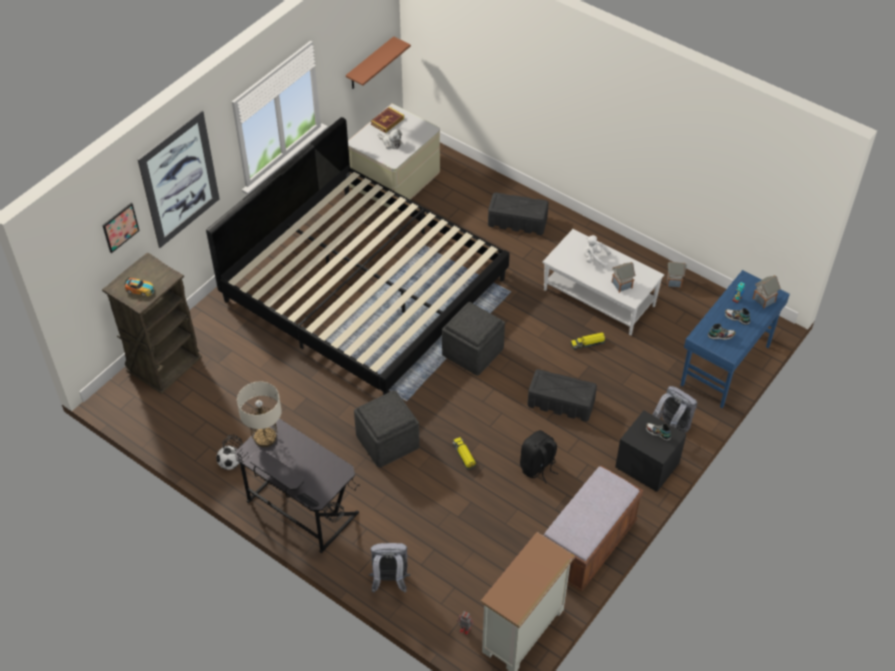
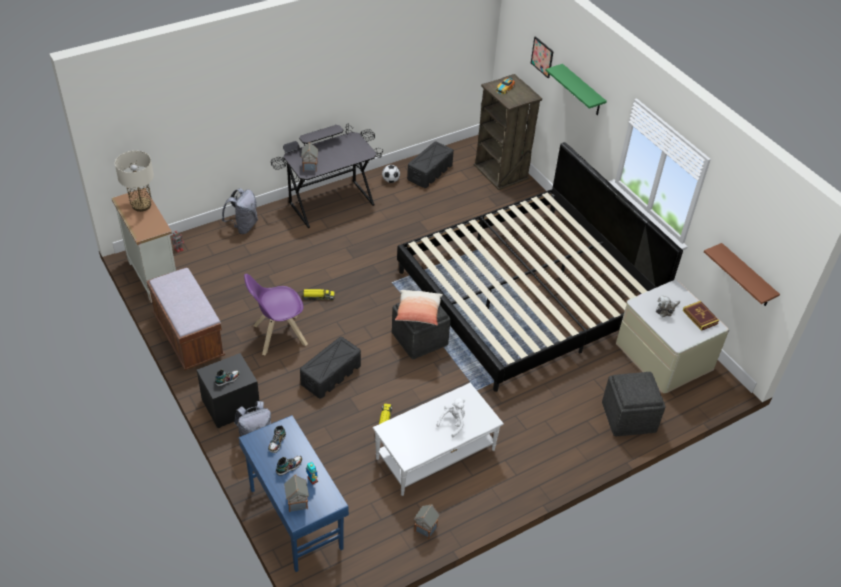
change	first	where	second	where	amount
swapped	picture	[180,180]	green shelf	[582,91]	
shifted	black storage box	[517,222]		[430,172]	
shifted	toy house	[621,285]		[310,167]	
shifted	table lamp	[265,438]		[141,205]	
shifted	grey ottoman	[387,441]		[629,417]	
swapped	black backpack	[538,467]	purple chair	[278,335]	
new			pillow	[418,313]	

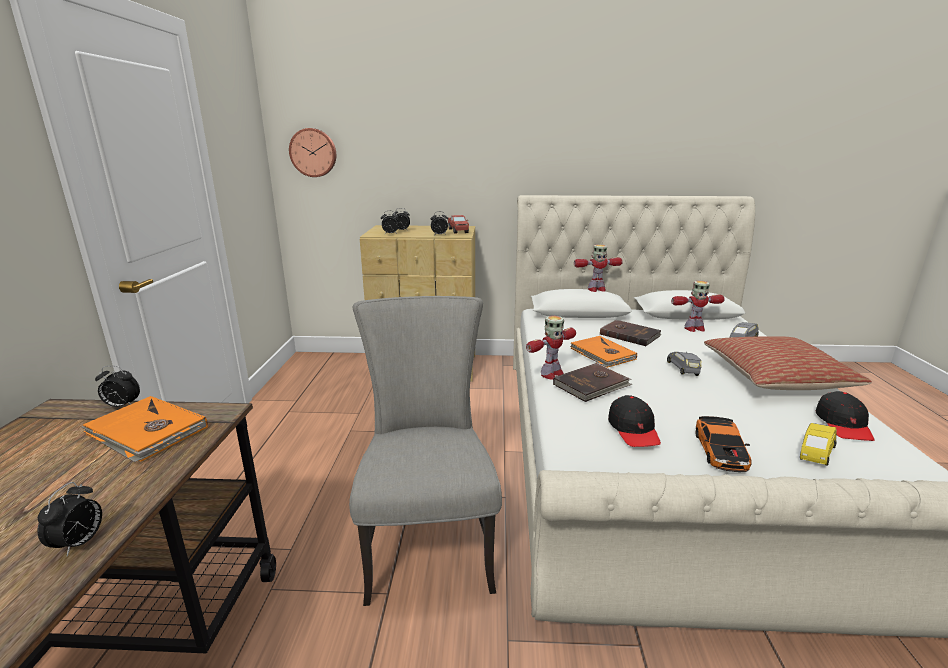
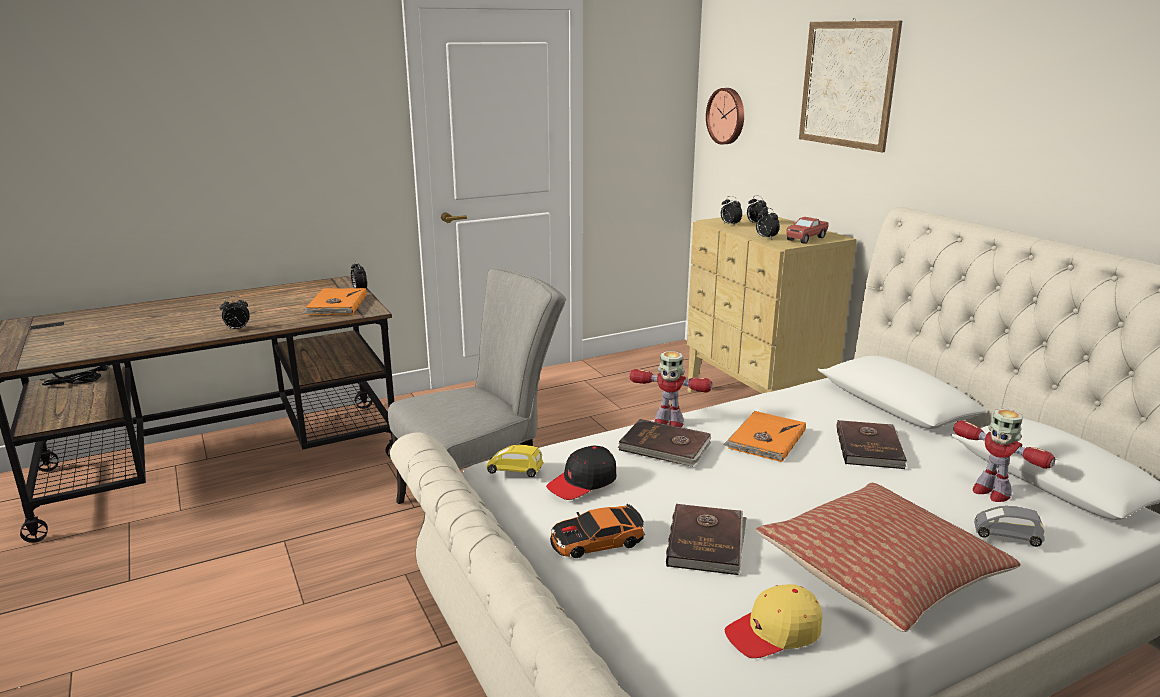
change	first	where	second	where	amount
gone	toy robot	[596,289]			
gone	grey toy car	[683,370]			
repainted	black cap	[843,424]	yellow cap	[774,632]	
shifted	yellow toy car	[815,454]		[515,472]	
new			picture	[848,83]	
new			brown book	[707,542]	

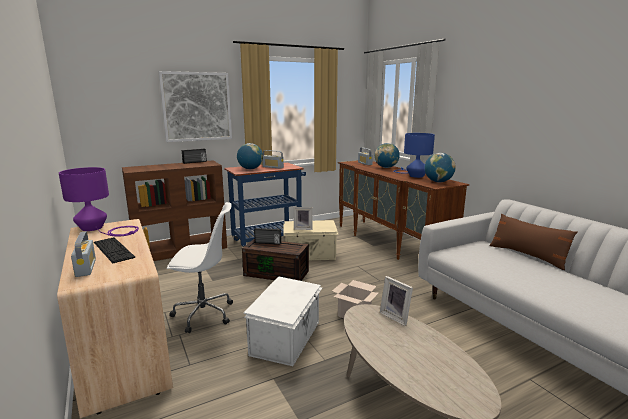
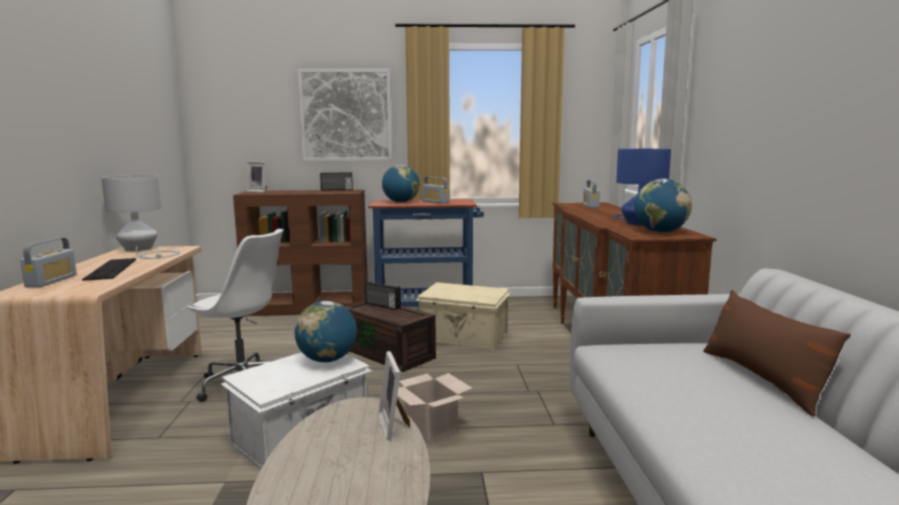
change	first	where	second	where	amount
shifted	globe	[386,167]		[327,360]	
repainted	purple table lamp	[104,229]	white table lamp	[146,251]	
shifted	picture frame	[303,228]		[259,191]	

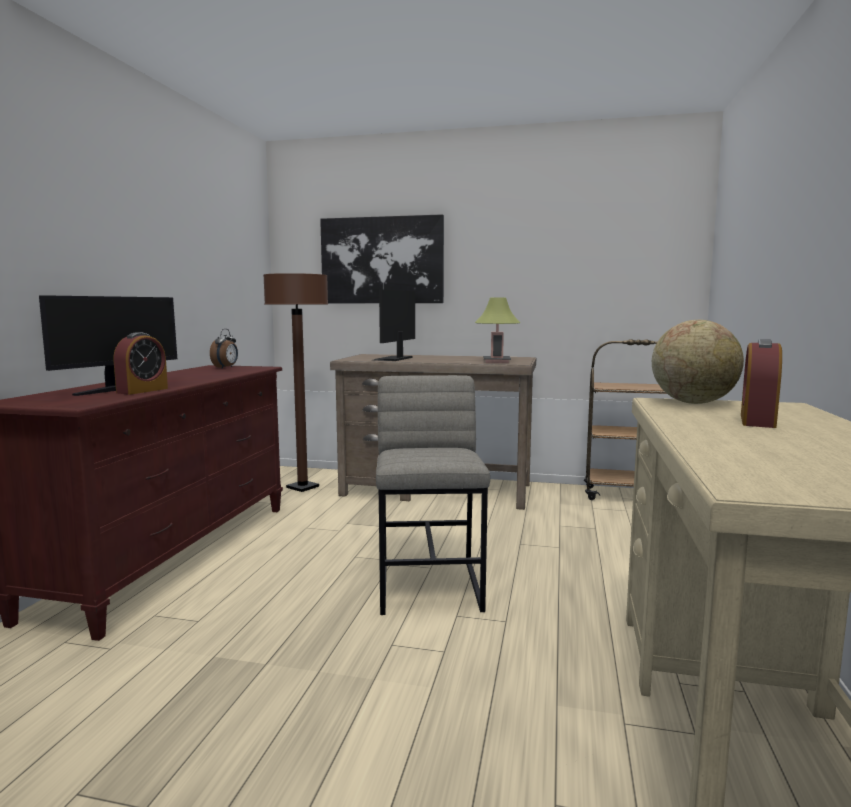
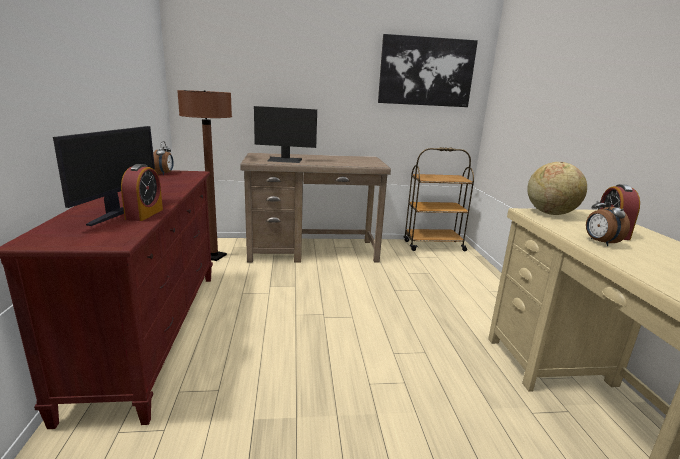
change	first	where	second	where	amount
shifted	picture	[382,260]		[426,72]	
rotated	monitor	[393,359]		[284,160]	90 degrees counterclockwise
gone	table lamp	[496,361]			
gone	grey chair	[429,585]			
new			alarm clock	[600,242]	

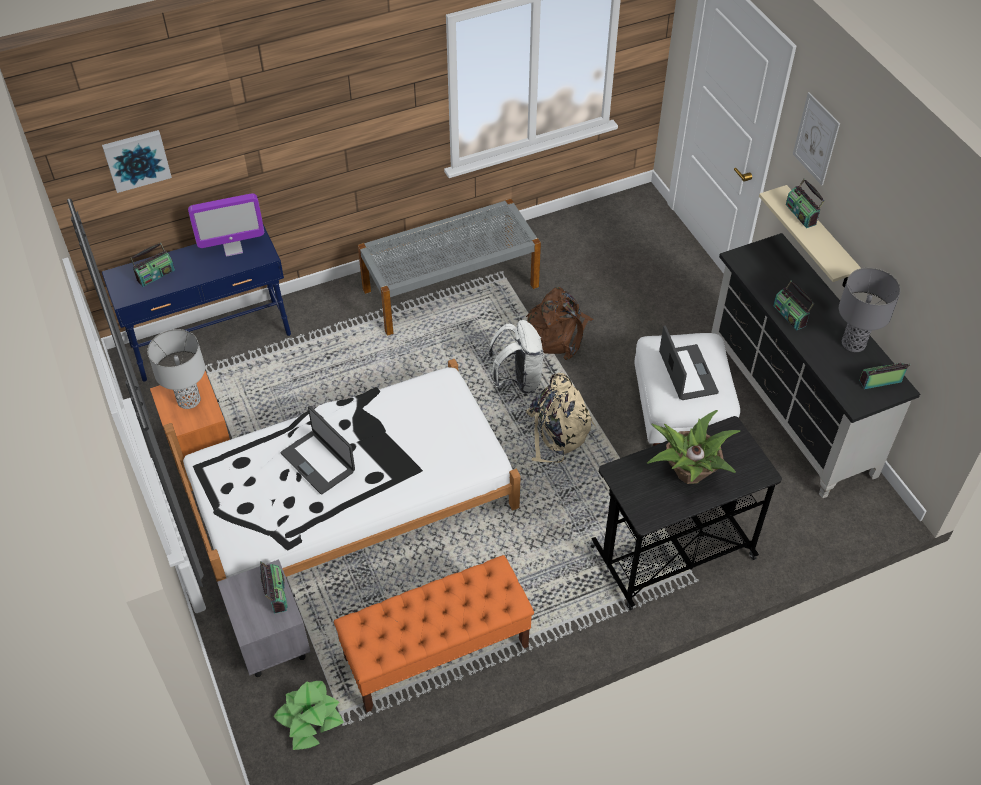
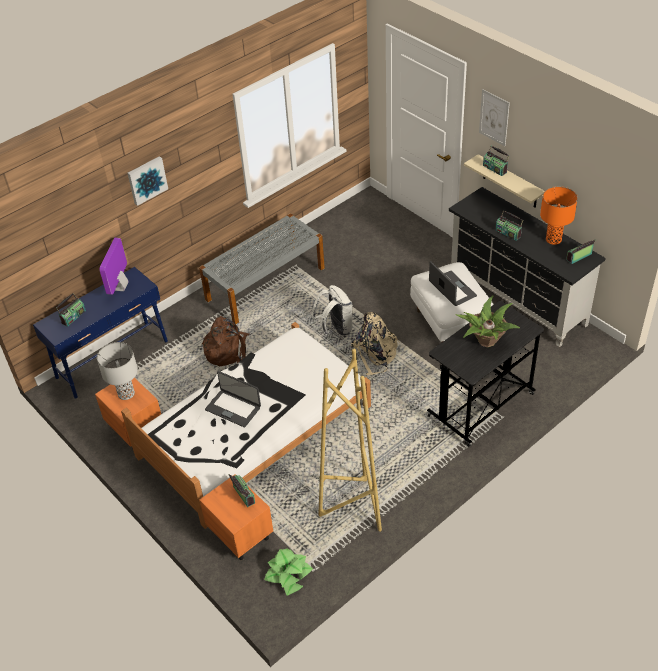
change	first	where	second	where	amount
shifted	picture	[136,159]		[146,180]	
rotated	monitor	[233,248]		[120,286]	135 degrees clockwise
repainted	grey table lamp	[854,343]	orange table lamp	[553,239]	
shifted	brown backpack	[557,334]		[227,351]	
swapped	orange bench	[436,652]	yellow clothes rack	[354,509]	
repainted	grey nightstand	[271,639]	orange nightstand	[240,534]	

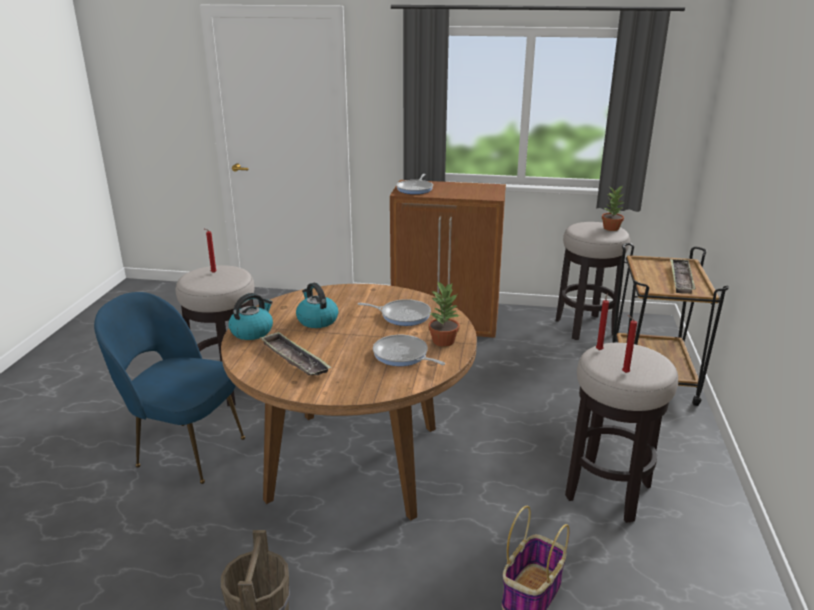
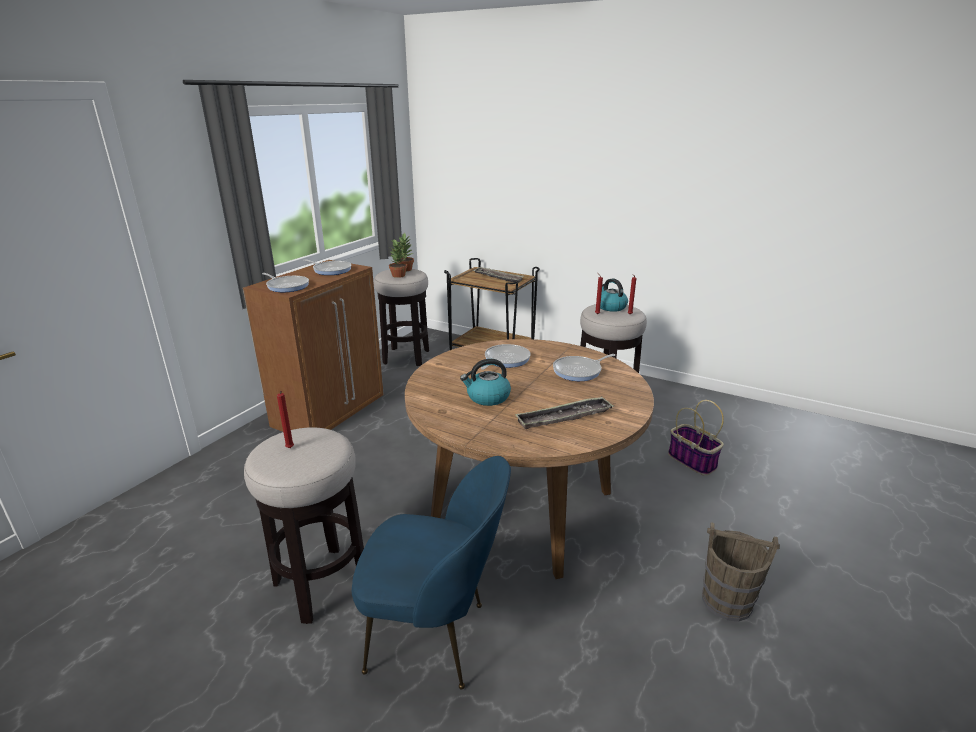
change	first	where	second	where	amount
shifted	potted plant	[443,341]		[398,275]	
rotated	blue chair	[184,450]		[436,640]	120 degrees counterclockwise
shifted	kettle	[252,331]		[610,307]	
new			frying pan	[331,270]	

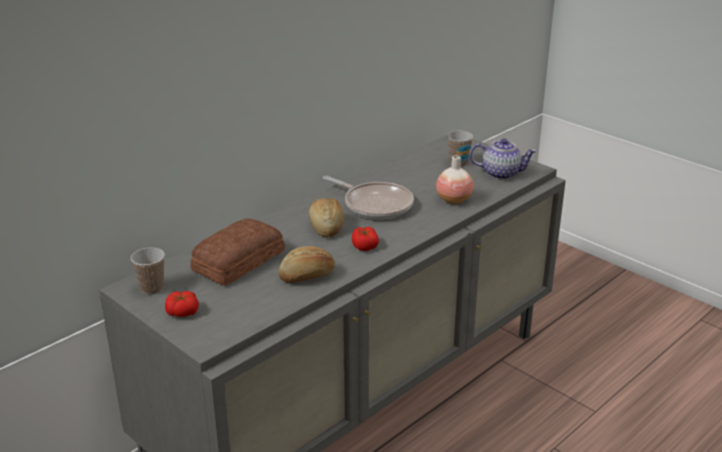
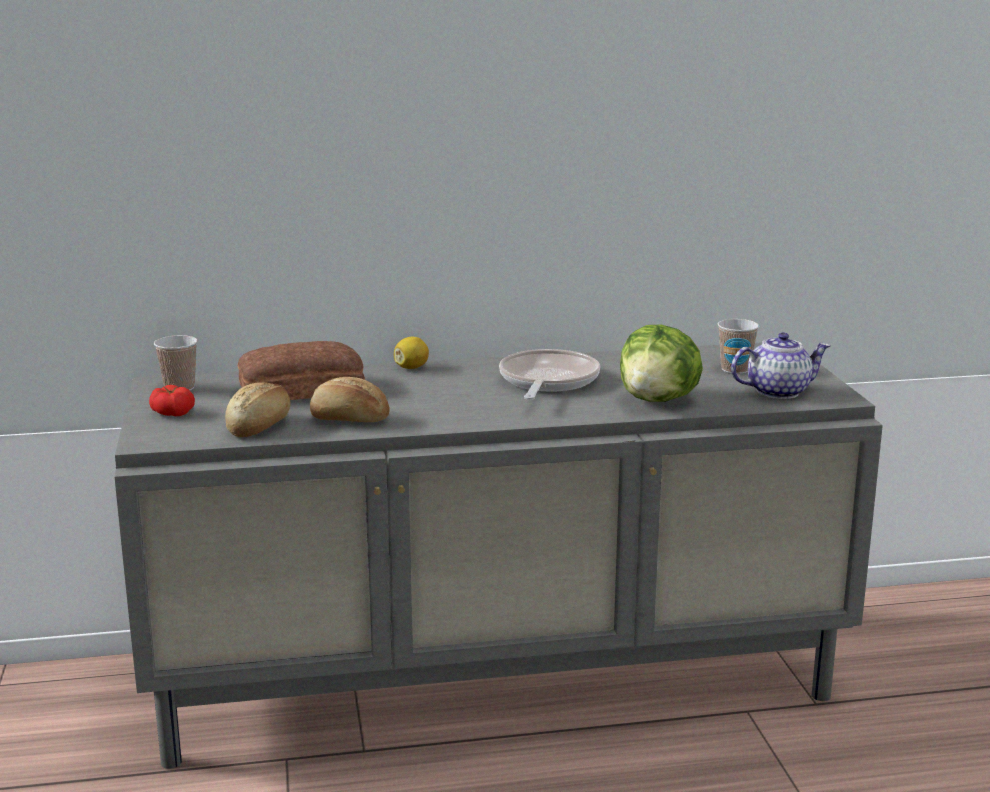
change	first	where	second	where	amount
rotated	teapot	[501,173]		[778,391]	60 degrees counterclockwise
swapped	vase	[453,200]	lettuce	[658,400]	
rotated	frying pan	[375,204]		[547,381]	150 degrees counterclockwise
shifted	bread	[326,226]		[260,426]	
gone	tomato	[364,246]			
new			lemon	[411,367]	

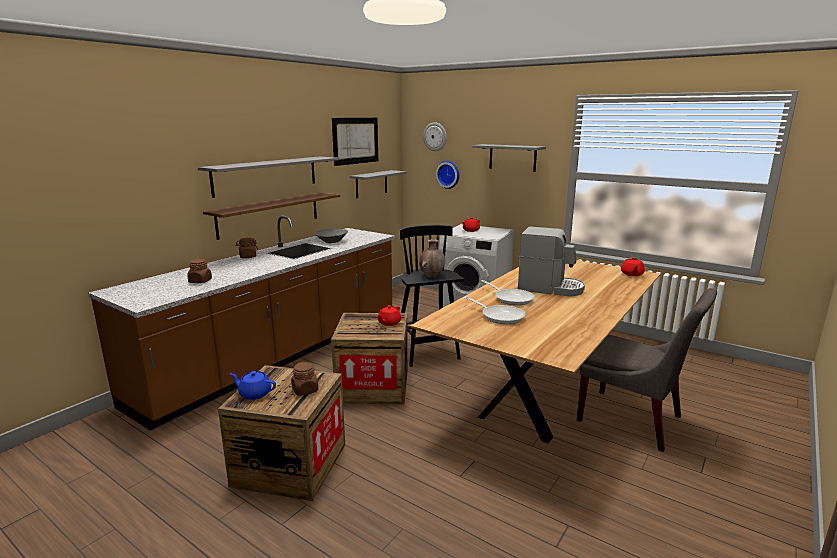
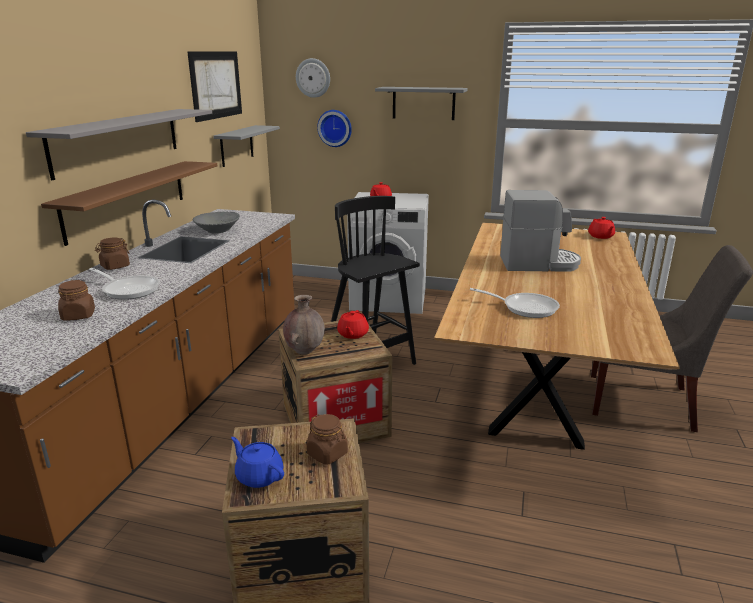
change	first	where	second	where	amount
shifted	brown vase	[432,276]		[304,351]	
shifted	frying pan	[511,298]		[129,289]	
rotated	blue teapot	[254,394]		[259,476]	45 degrees clockwise

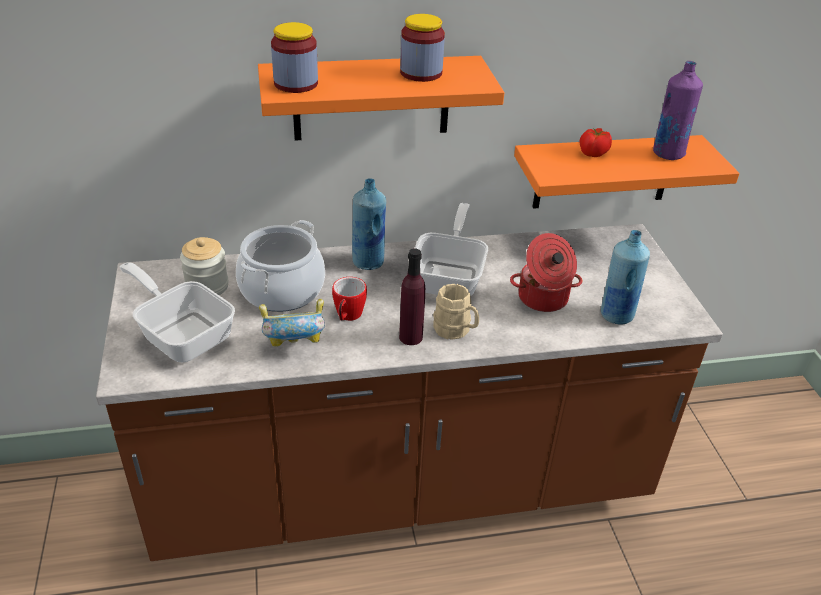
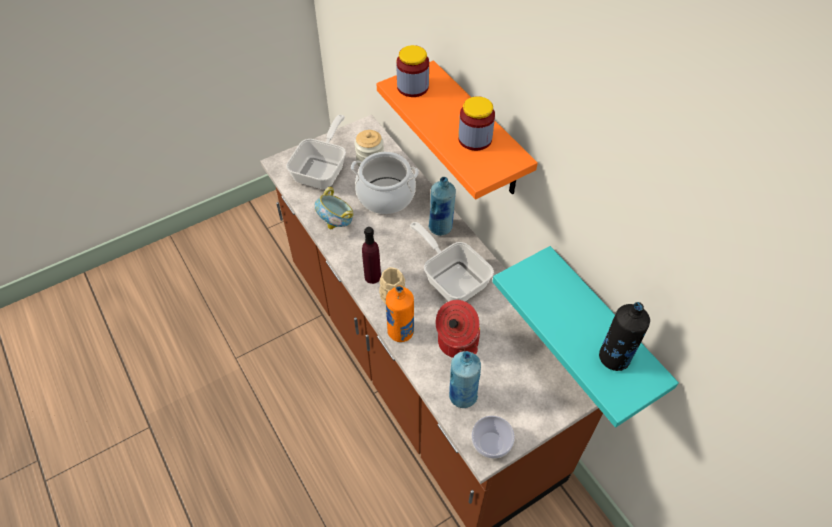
change	first	where	second	where	amount
repainted	purple bottle	[668,153]	black bottle	[614,357]	
gone	tomato	[592,154]			
repainted	orange shelf	[603,172]	turquoise shelf	[602,327]	
rotated	frying pan	[450,276]		[452,278]	120 degrees counterclockwise
gone	mug	[348,316]			
new			orange bottle	[400,332]	
new			bowl	[492,443]	

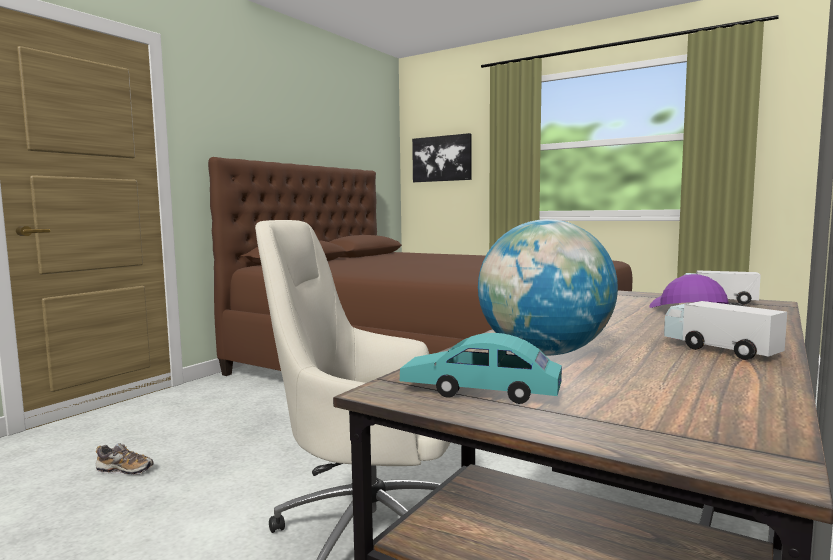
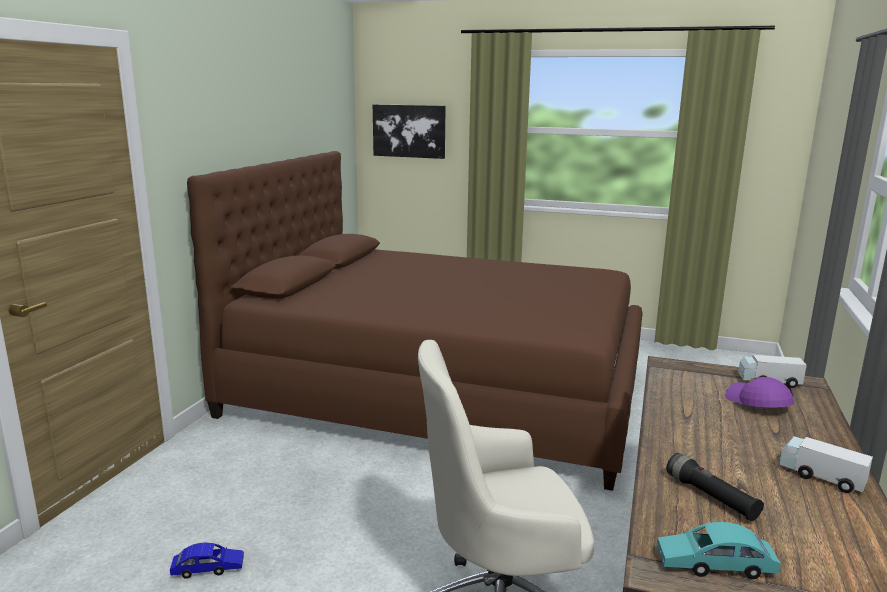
change	first	where	second	where	amount
swapped	globe	[544,353]	black flashlight	[711,497]	
swapped	shoe	[125,470]	blue toy car	[208,569]	

